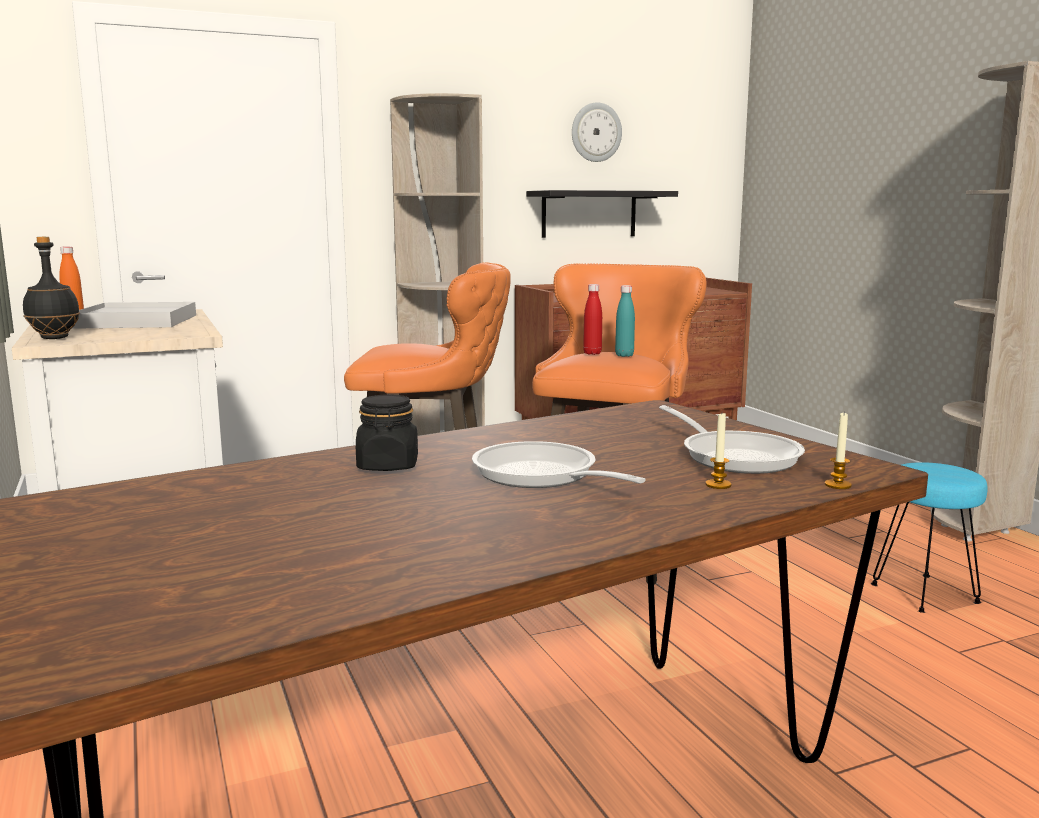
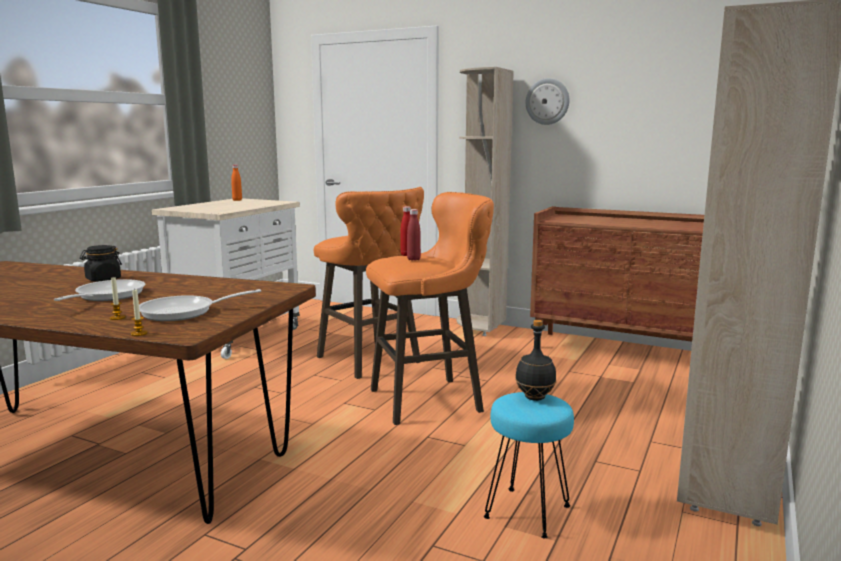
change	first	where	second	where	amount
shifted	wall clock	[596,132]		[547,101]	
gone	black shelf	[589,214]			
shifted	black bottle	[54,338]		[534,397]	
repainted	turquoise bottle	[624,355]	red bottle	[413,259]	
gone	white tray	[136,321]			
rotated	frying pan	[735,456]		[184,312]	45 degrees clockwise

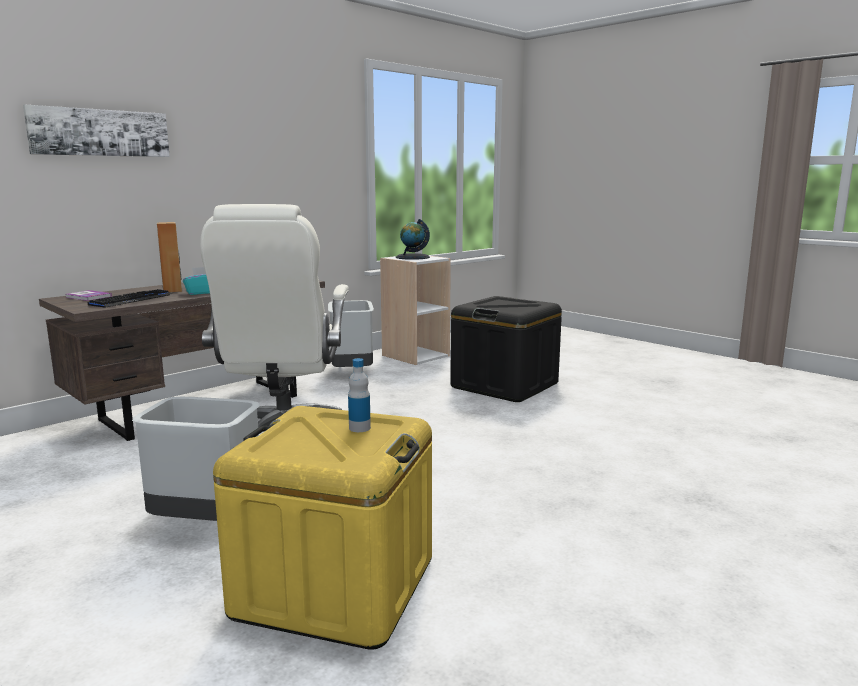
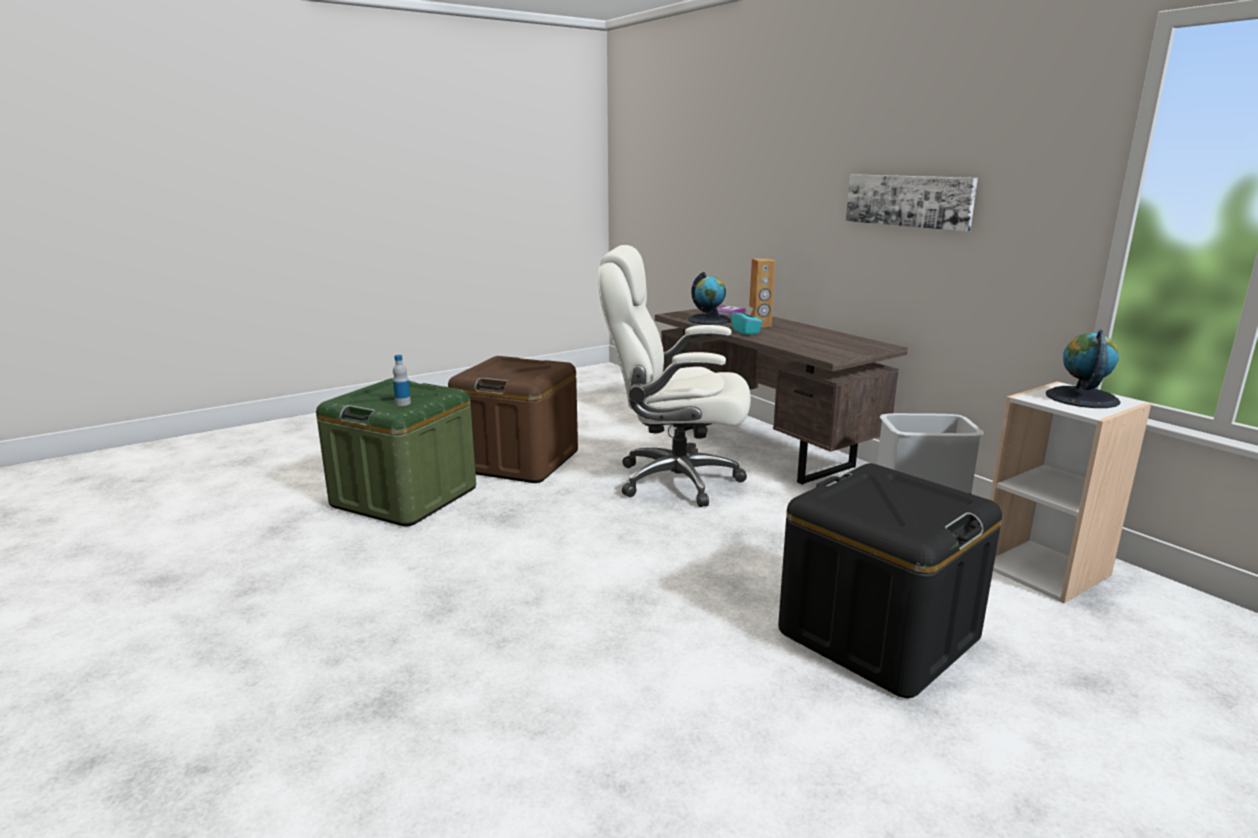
change	first	where	second	where	amount
shifted	picture	[100,132]		[908,201]	
swapped	keyboard	[132,300]	globe	[709,320]	
swapped	grey trash can	[206,523]	brown storage box	[518,461]	
repainted	yellow storage box	[335,586]	green storage box	[404,497]	

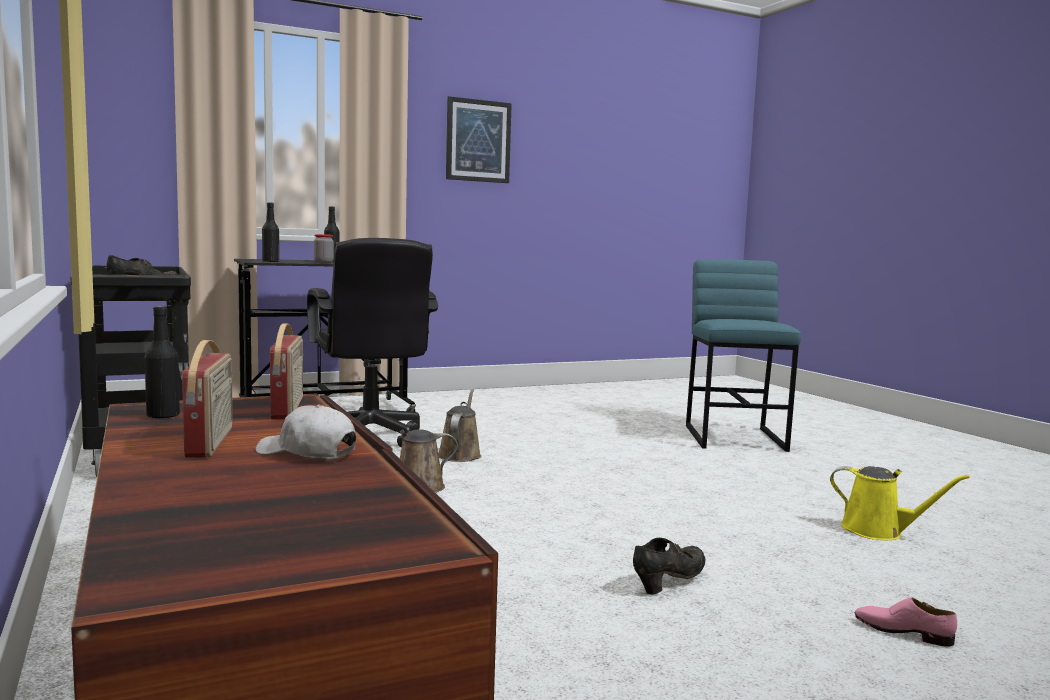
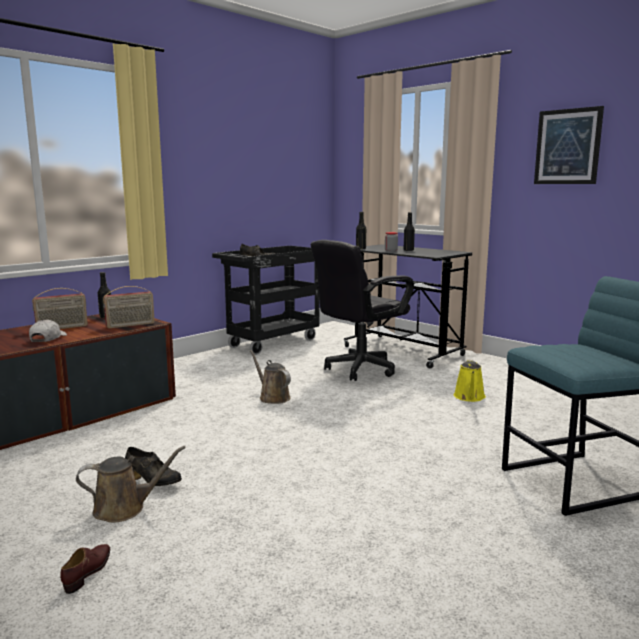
change	first	where	second	where	amount
shifted	brown watering can	[460,454]		[124,508]	
shifted	yellow watering can	[878,531]		[469,397]	
repainted	pink shoe	[903,632]	brown shoe	[88,571]	

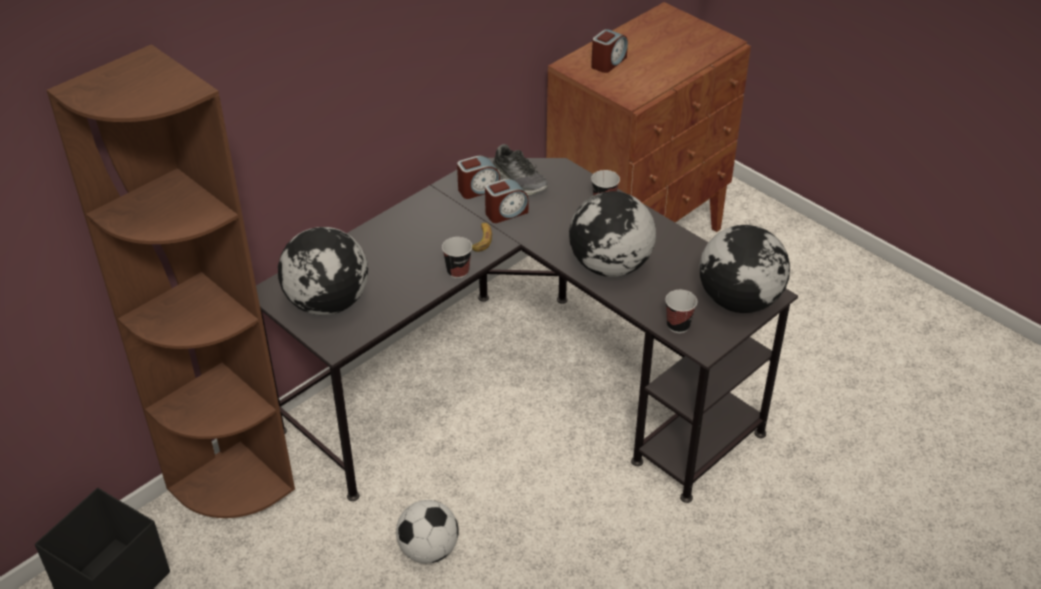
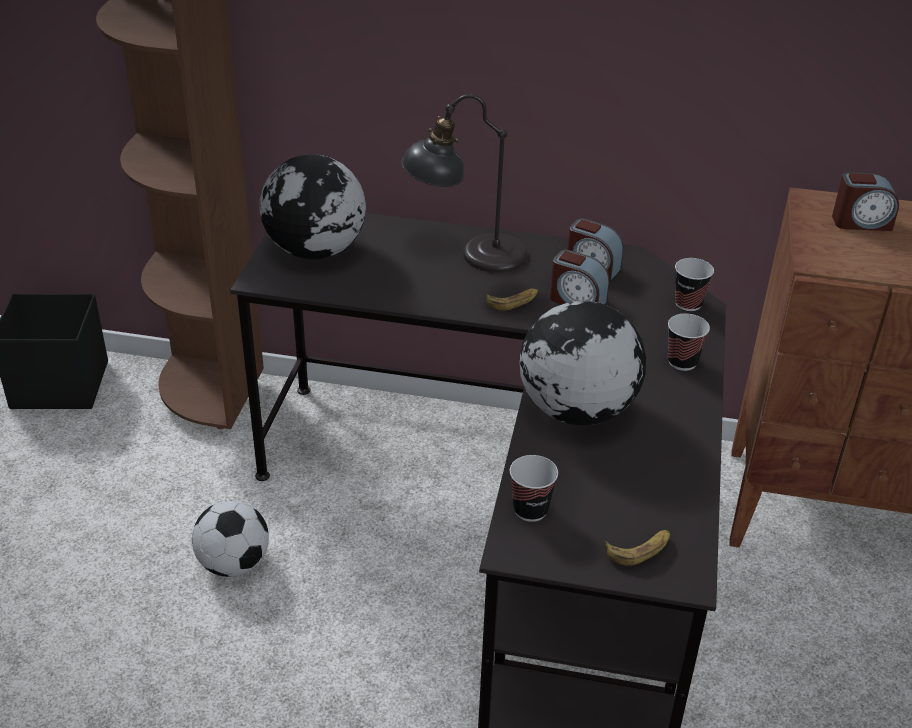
change	first	where	second	where	amount
gone	shoe	[519,180]			
swapped	globe	[740,300]	banana	[639,550]	
shifted	cup	[458,271]		[688,303]	
new			grey table lamp	[466,253]	

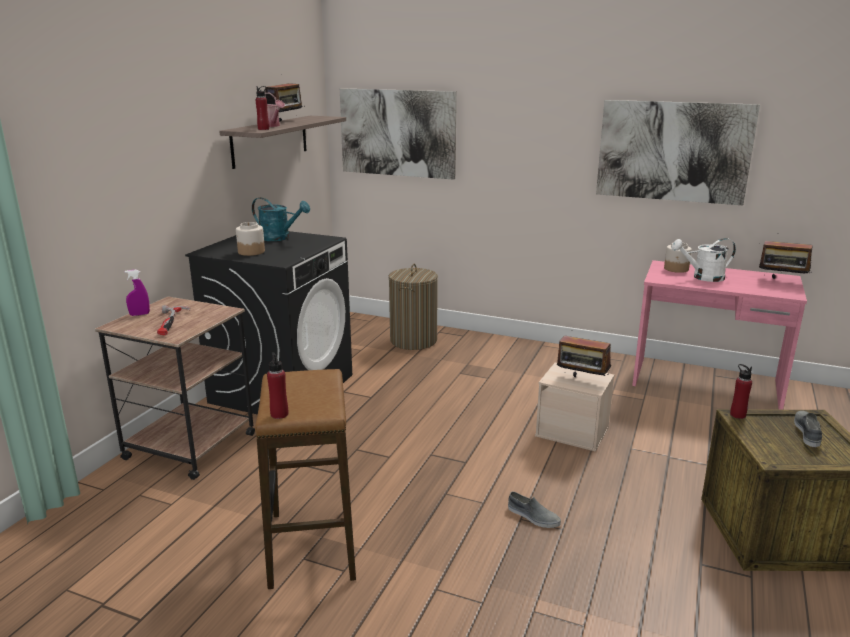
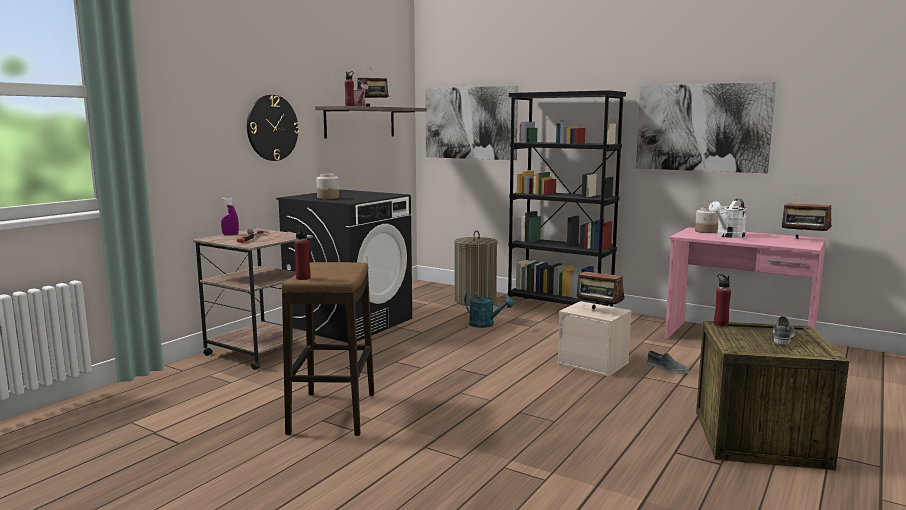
change	first	where	second	where	amount
shifted	turquoise watering can	[280,238]		[486,325]	
rotated	white watering can	[703,277]		[728,236]	45 degrees counterclockwise
shifted	grey shoe	[533,516]		[666,368]	
new			black bookcase	[559,309]	
new			wall clock	[272,128]	

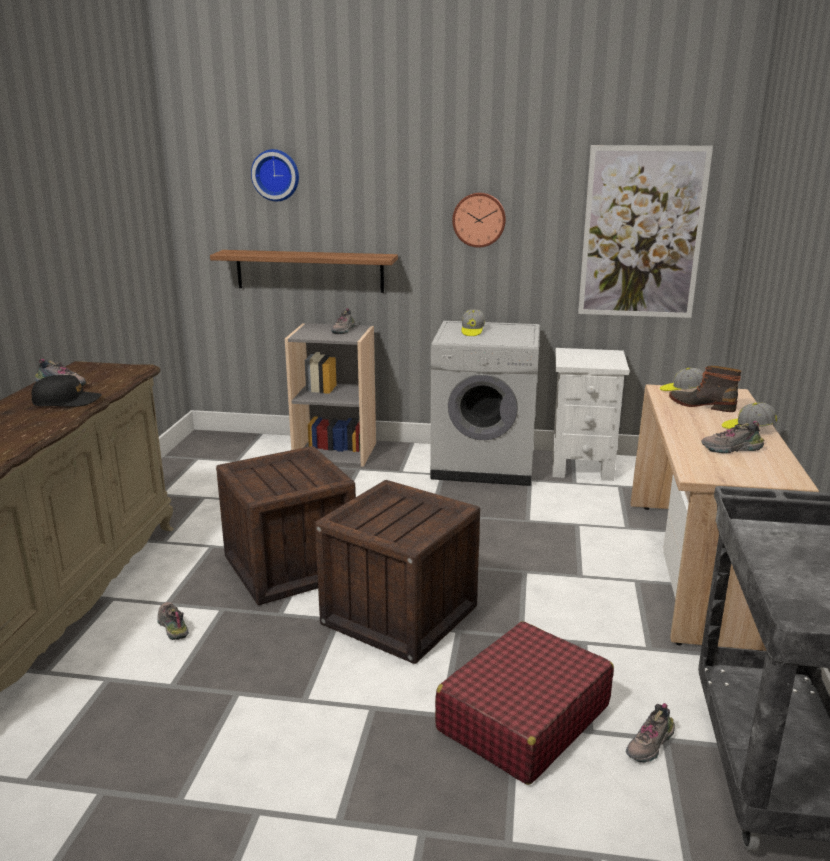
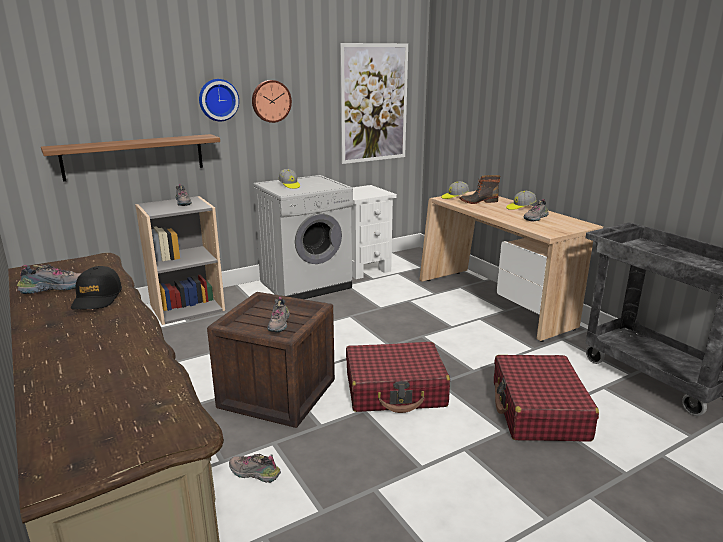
change	first	where	second	where	amount
shifted	wall clock	[276,175]		[218,100]	
rotated	black cap	[67,401]		[97,298]	135 degrees clockwise
swapped	crate	[399,615]	red suitcase	[395,390]	
shifted	shoe	[650,745]		[279,324]	

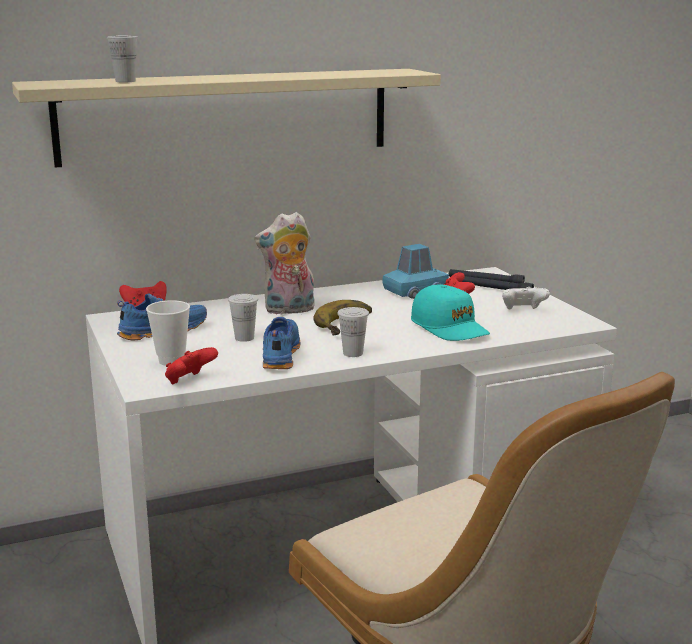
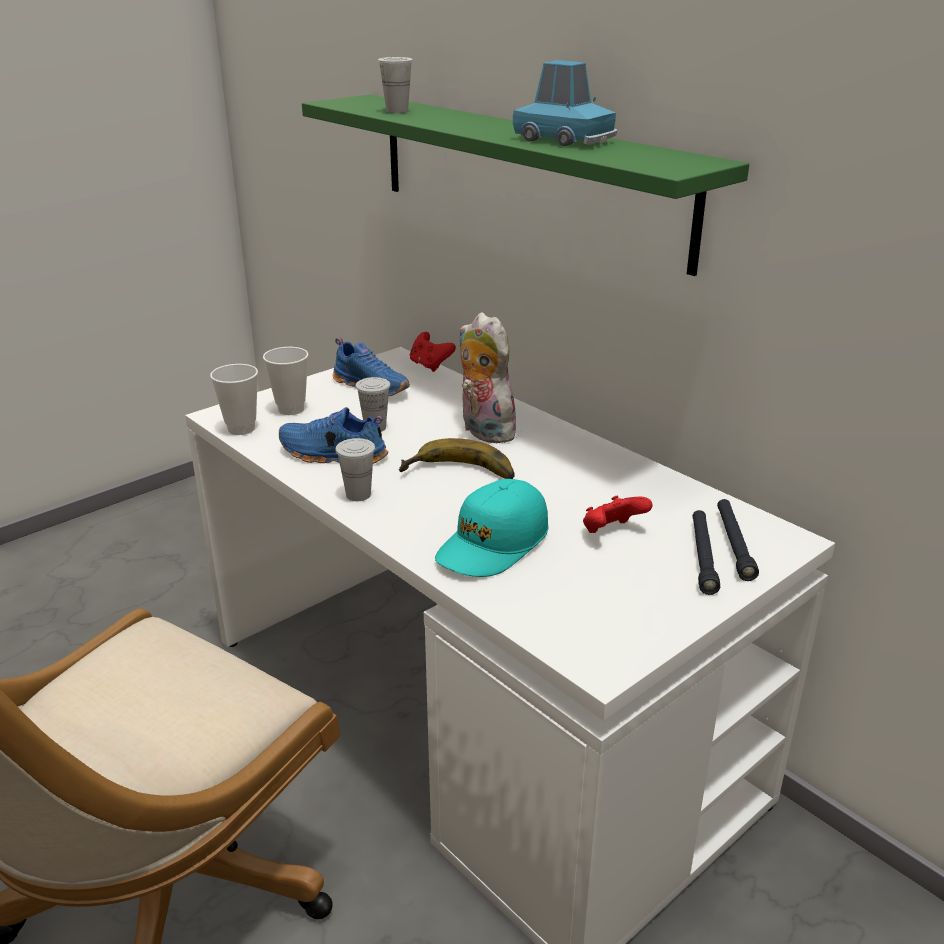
change	first	where	second	where	amount
repainted	beige shelf	[226,115]	green shelf	[525,175]	
shifted	blue toy car	[416,291]		[564,140]	
gone	white game controller	[523,311]			
rotated	blue shoe	[279,355]		[332,455]	150 degrees counterclockwise
swapped	red game controller	[189,381]	cup	[241,429]	

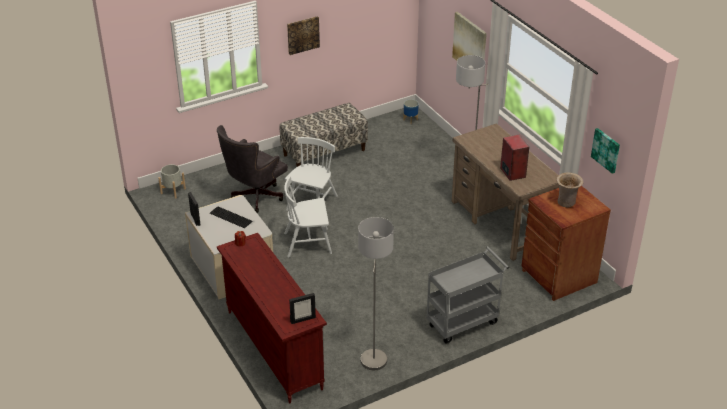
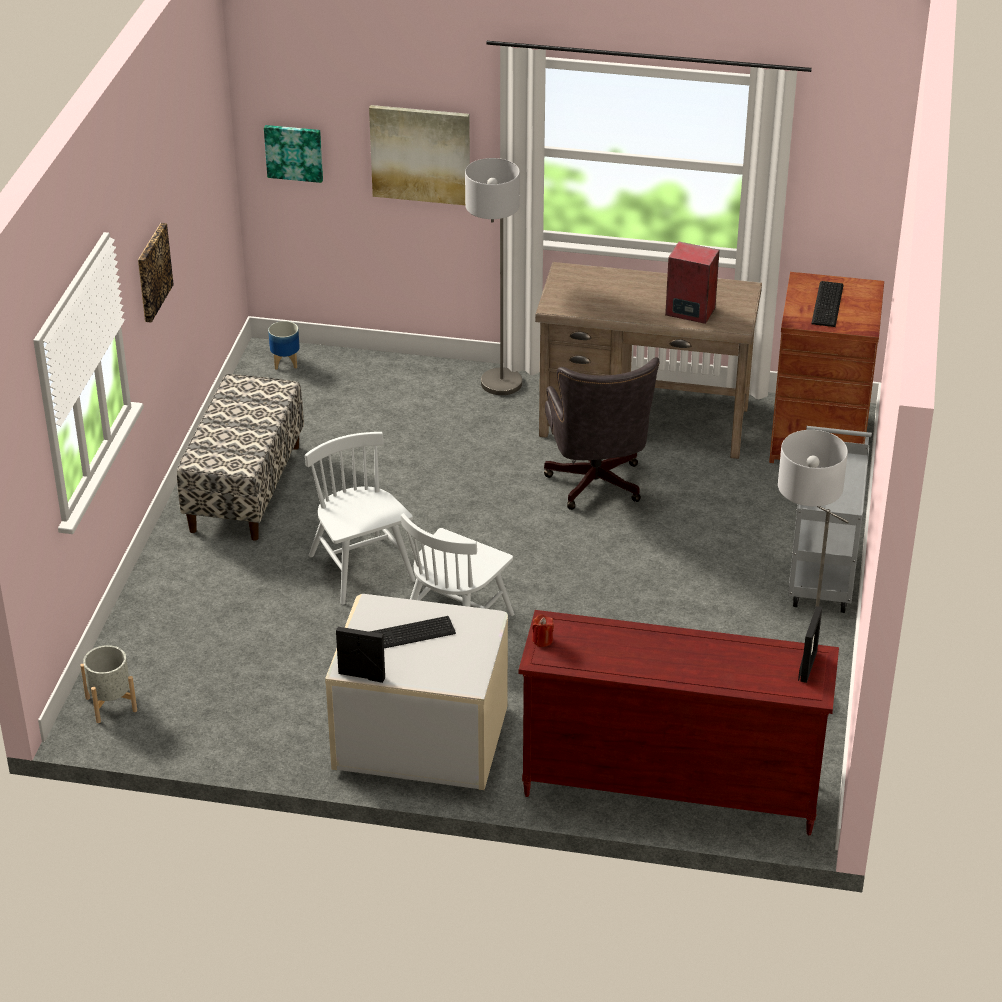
change	first	where	second	where	amount
shifted	grey office chair	[255,198]		[597,486]	
shifted	picture	[606,150]		[294,152]	
swapped	beige vase	[566,203]	keyboard	[829,304]	

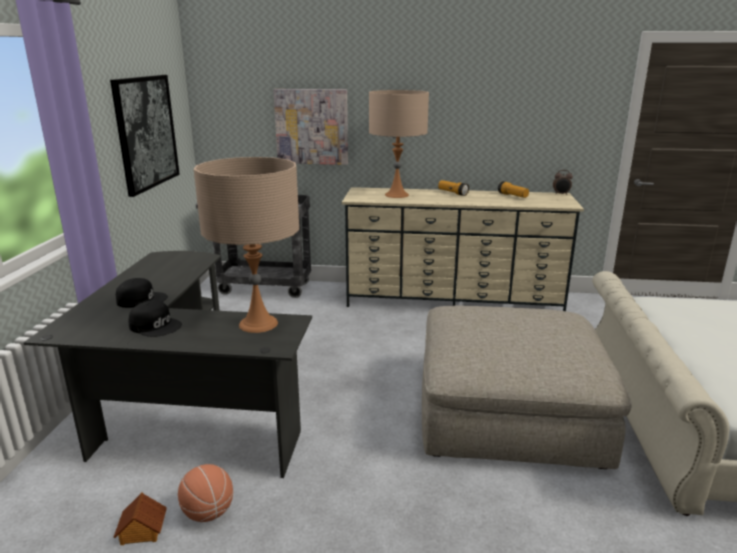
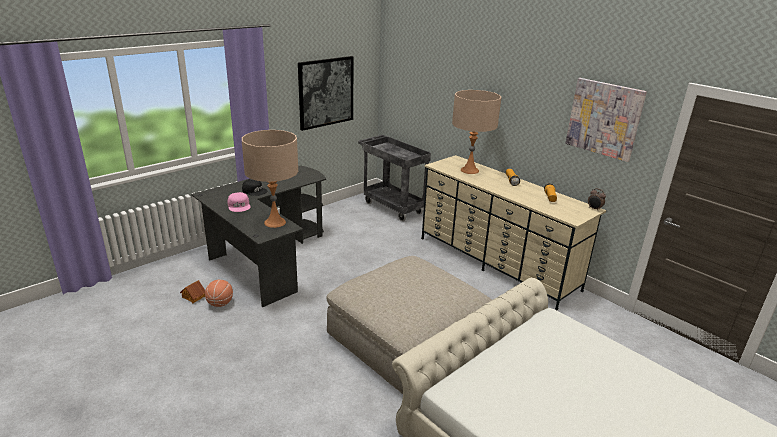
change	first	where	second	where	amount
shifted	picture	[311,127]		[604,118]	
repainted	black cap	[156,325]	pink cap	[239,206]	

